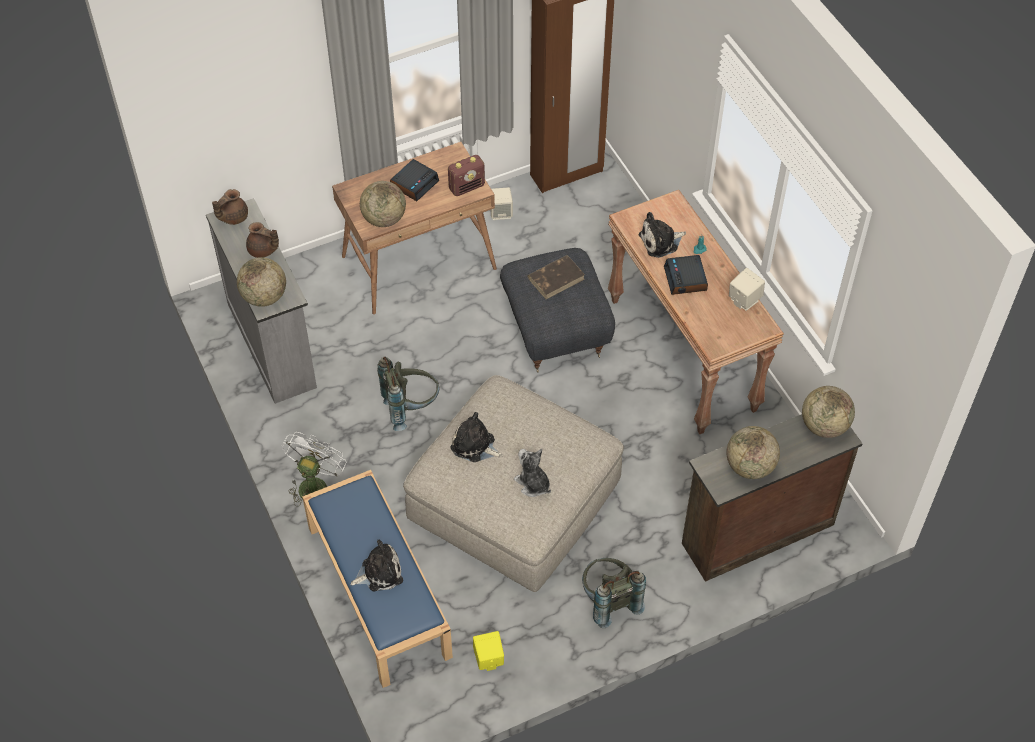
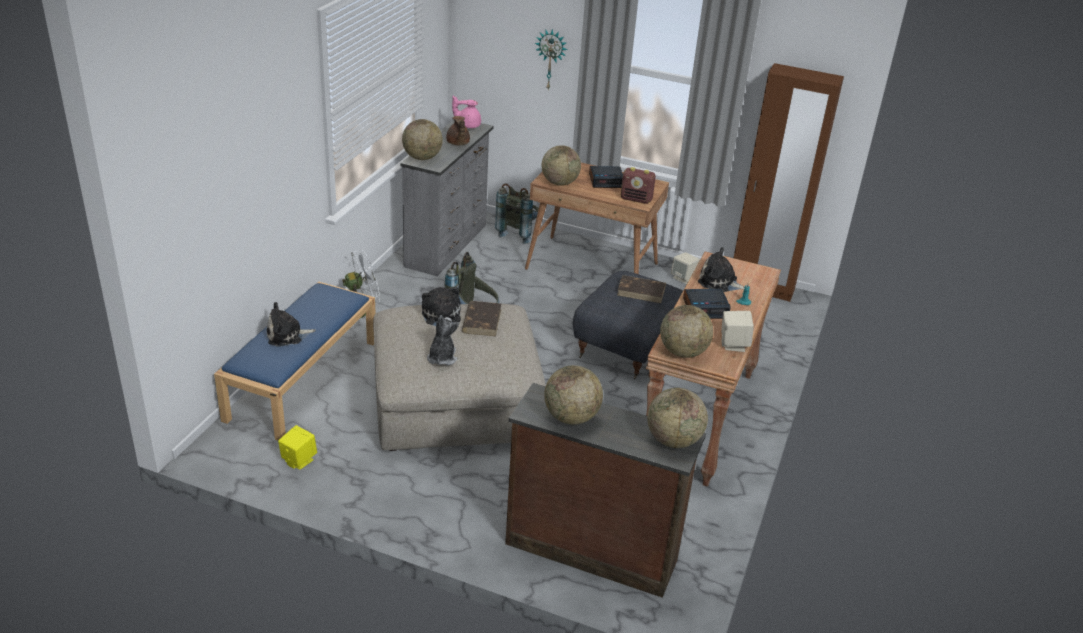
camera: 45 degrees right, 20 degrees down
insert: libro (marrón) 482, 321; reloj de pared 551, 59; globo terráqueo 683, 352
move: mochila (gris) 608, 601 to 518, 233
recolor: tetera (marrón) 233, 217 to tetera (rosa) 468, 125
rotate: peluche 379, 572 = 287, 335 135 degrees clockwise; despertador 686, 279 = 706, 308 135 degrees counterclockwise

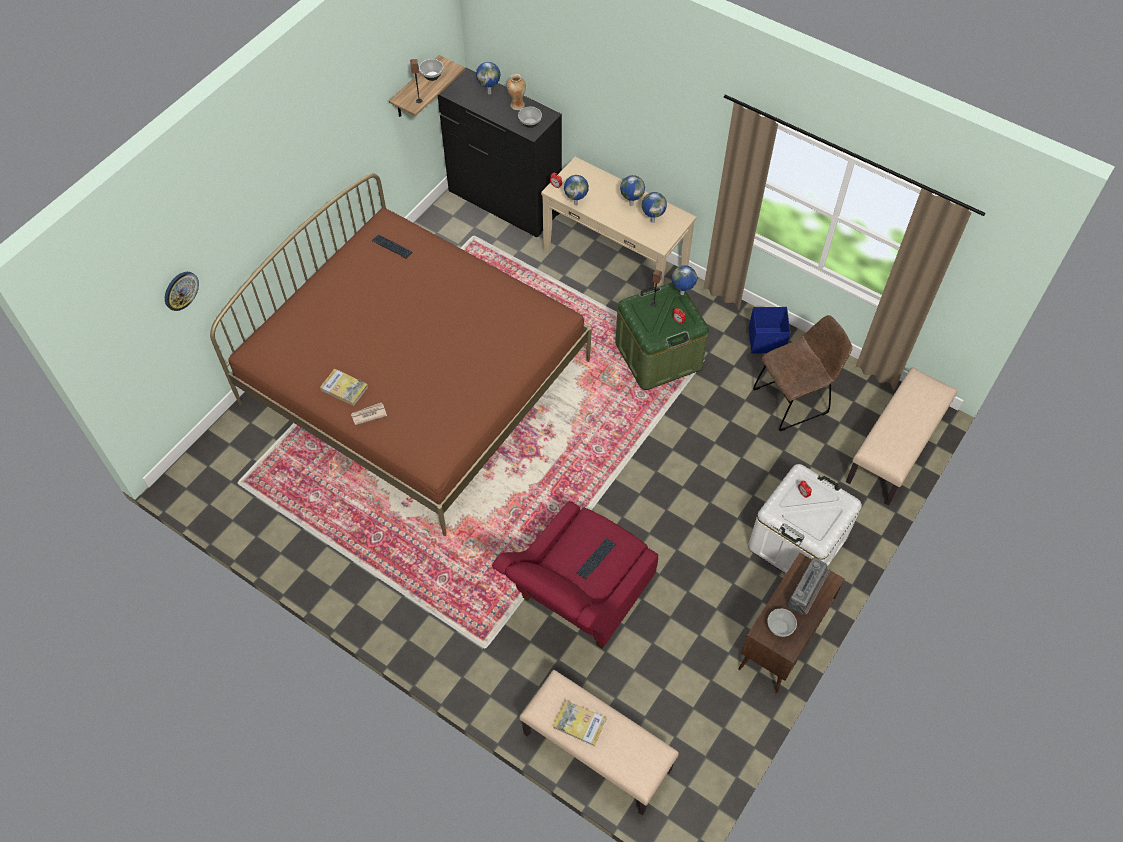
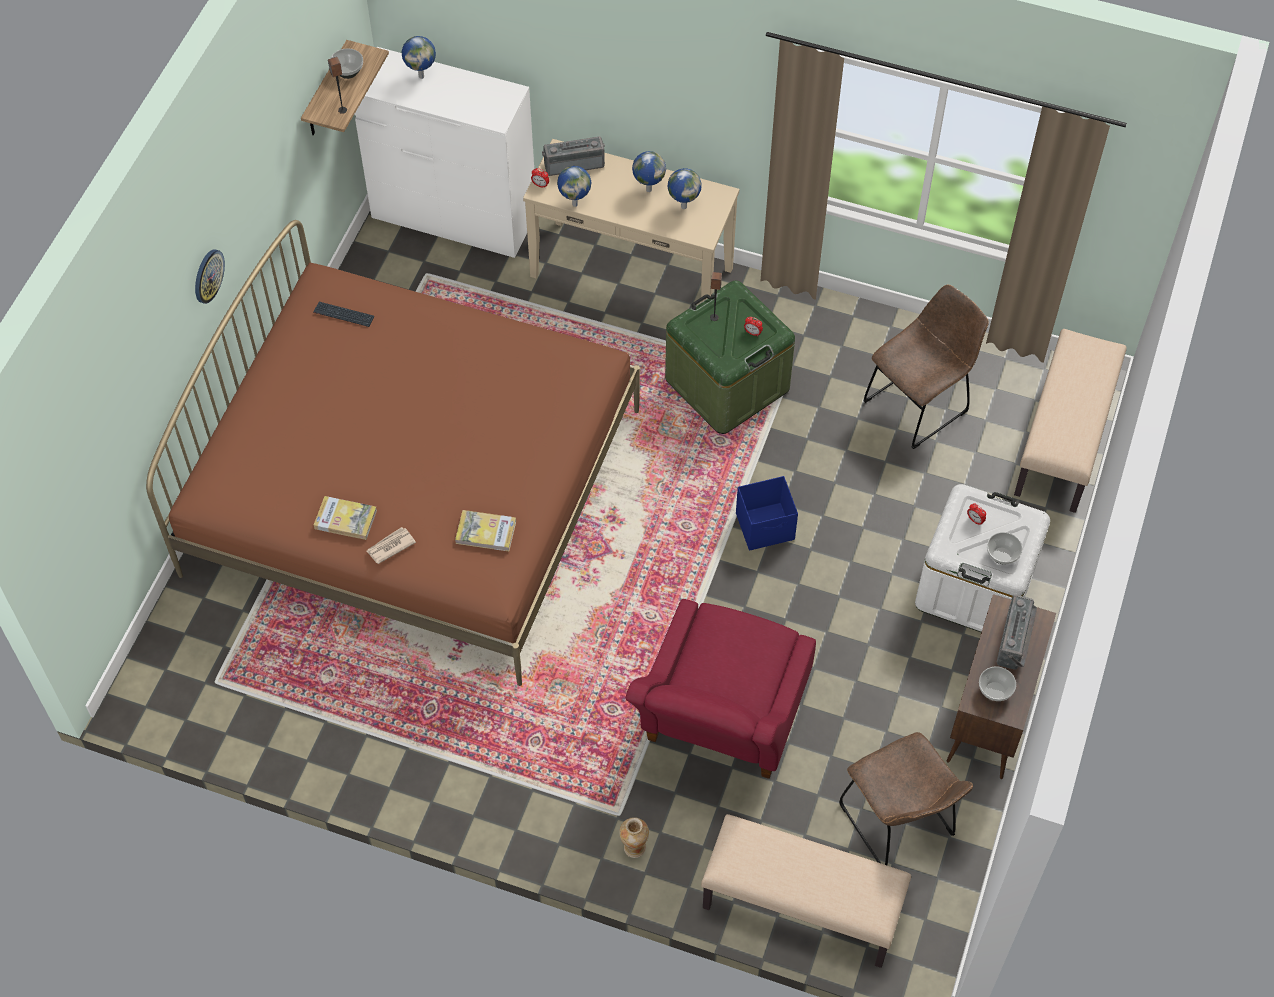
camera: 15 degrees left, 0 degrees up
delete: teclado 596, 559; globo terráqueo 682, 294
insert: radio 574, 163; silla (marrón) 899, 825
move: reloj de pared 180, 290 to 208, 276; libro 579, 724 to 486, 532; florero 517, 105 to 634, 848; caja de almacenaje (azul) 767, 341 to 766, 527; cuenco 529, 123 to 1001, 556
recolor: cómoda (negro) 504, 202 to cómoda (blanco) 454, 217

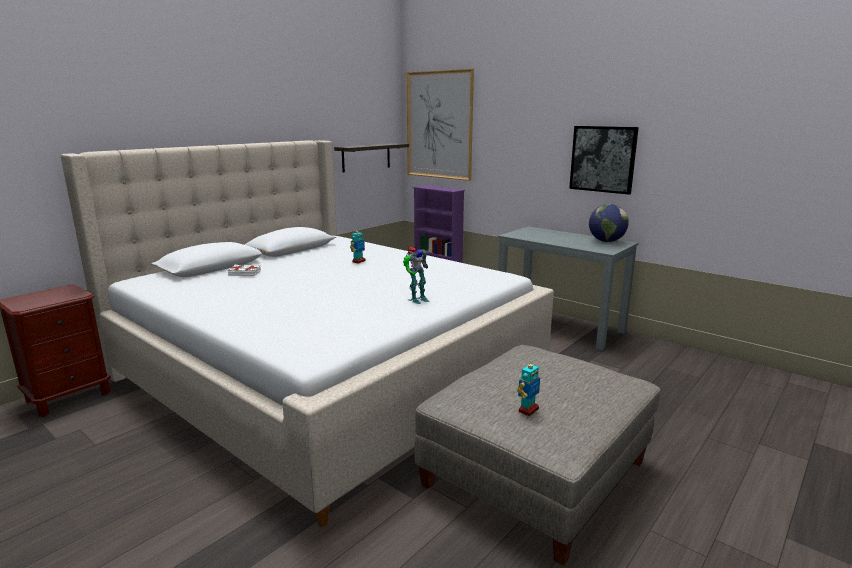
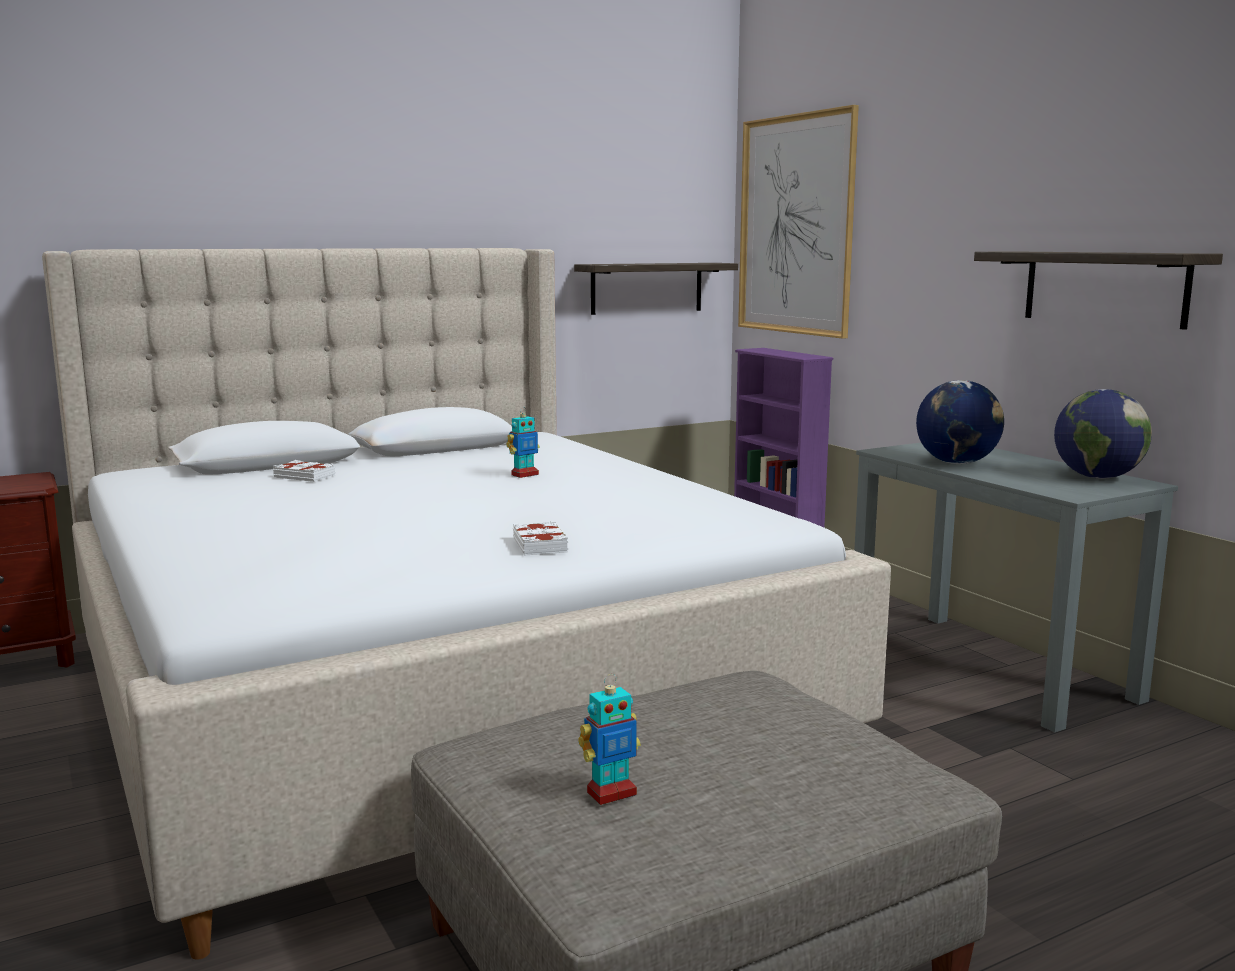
camera: 20 degrees right, 5 degrees down
insert: globo terráqueo 957, 463
replace: robot de juguete 416, 299 to libro (blanco) 541, 545; cuadro 603, 159 to estante 1104, 288

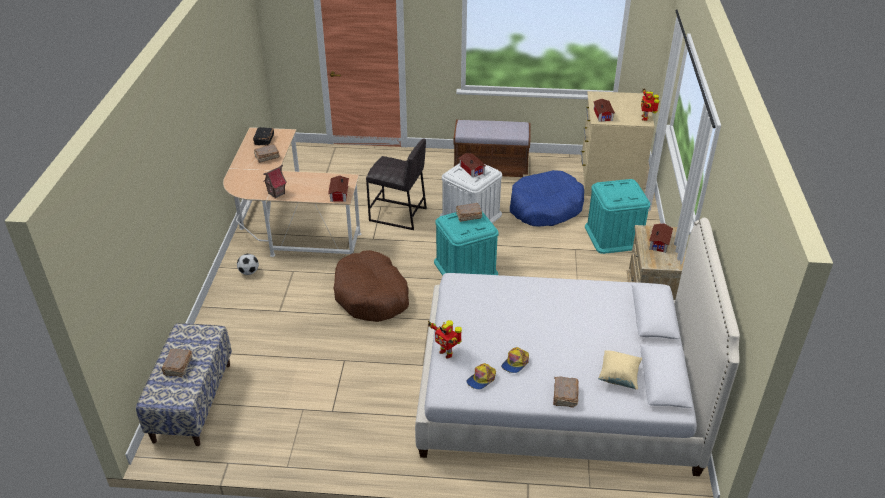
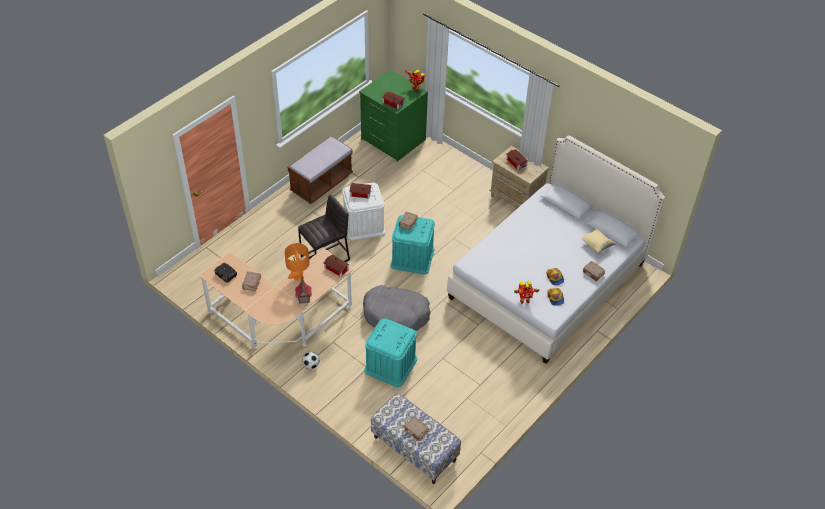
camera: 55 degrees left, 10 degrees up
delete: cama para perro (azul) 545, 208
insert: lámpara de mesa (naranja) 299, 277
move: caja de almacenaje (turquesa) 614, 236 to 390, 365
recolor: cómoda (beis) 609, 179 to cómoda (verde) 392, 140; cama para perro (marrón) 371, 296 to cama para perro (gris) 396, 315

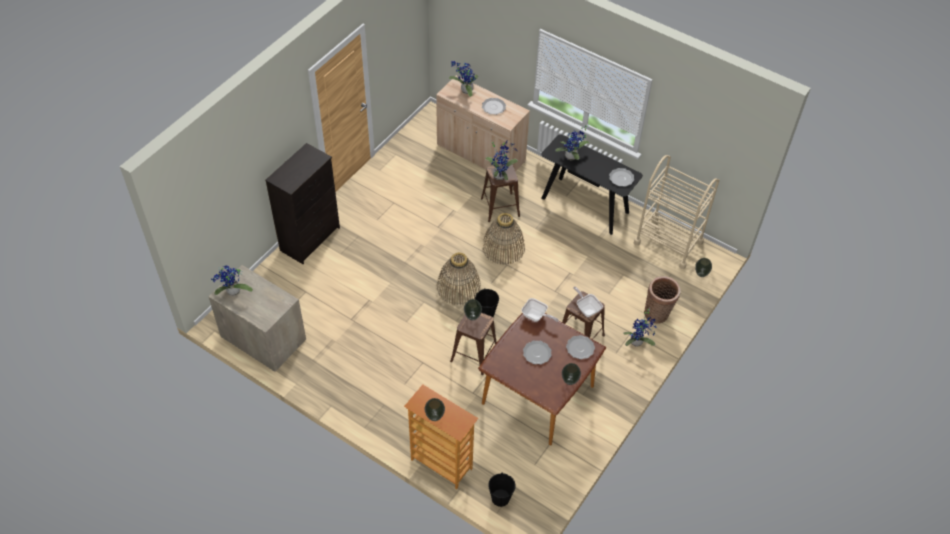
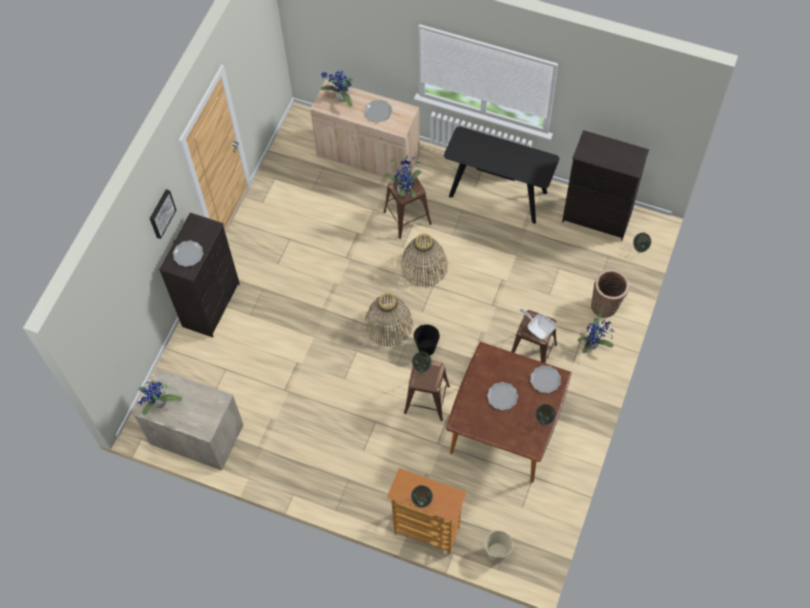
camera: 10 degrees left, 10 degrees up
delete: sartén 536, 316; planta en maceta 572, 157
insert: cuadro 161, 213
move: plato 621, 178 to 188, 254
replace: carrito (beis) 668, 242 to cómoda (negro) 597, 219
recolor: cubo (negro) 500, 498 to cubo (beis) 497, 552

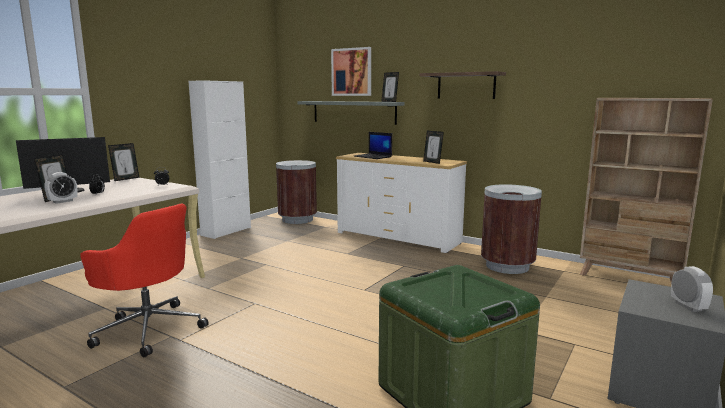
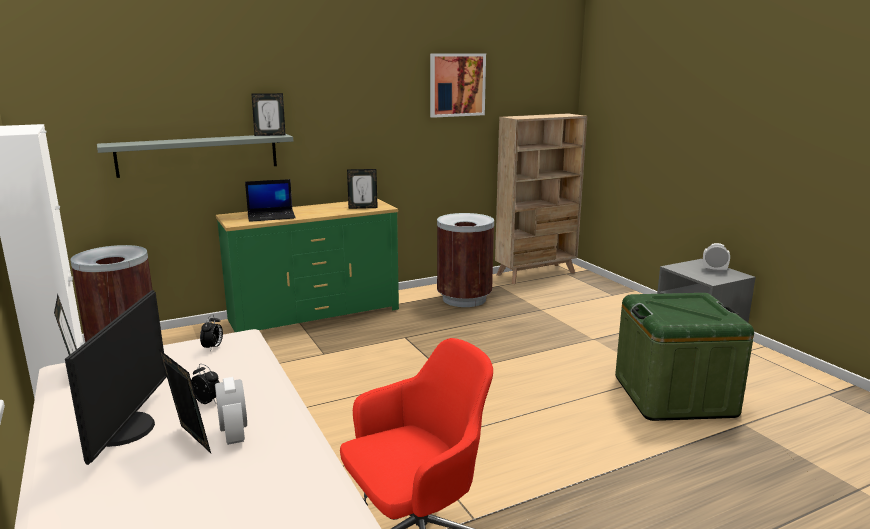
camera: 60 degrees left, 5 degrees up
delete: estante 466, 86
move: cuadro 351, 72 to 457, 85
recolor: cómoda (blanco) 398, 237 to cómoda (verde) 314, 314

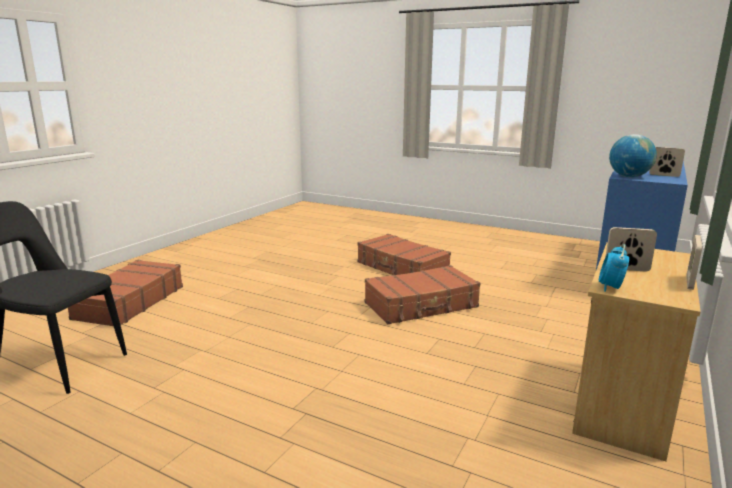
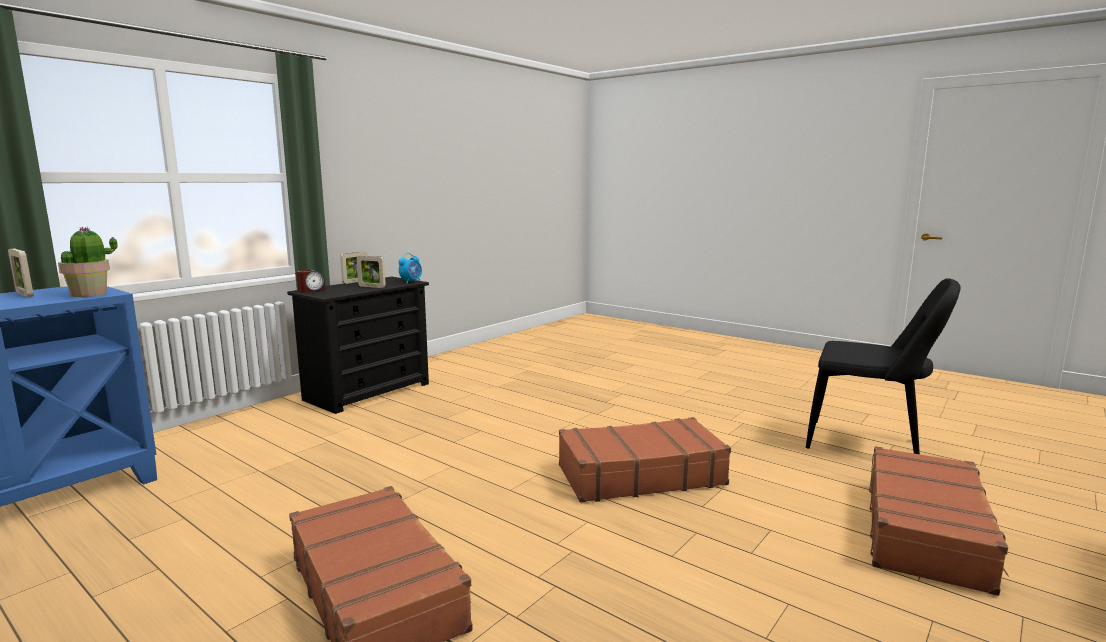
camera: 170 degrees left, 5 degrees down
insert: despertador 311, 290
move: maleta (marrón) 421, 305 to 639, 475
replace: globo terráqueo 629, 176 to planta en maceta 90, 294
recolor: cómoda (beis) 622, 404 to cómoda (negro) 368, 391

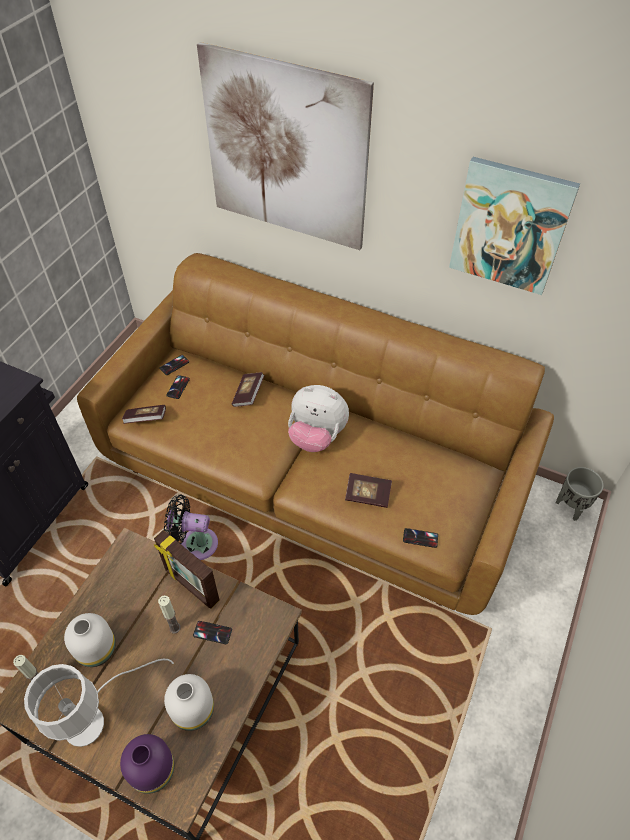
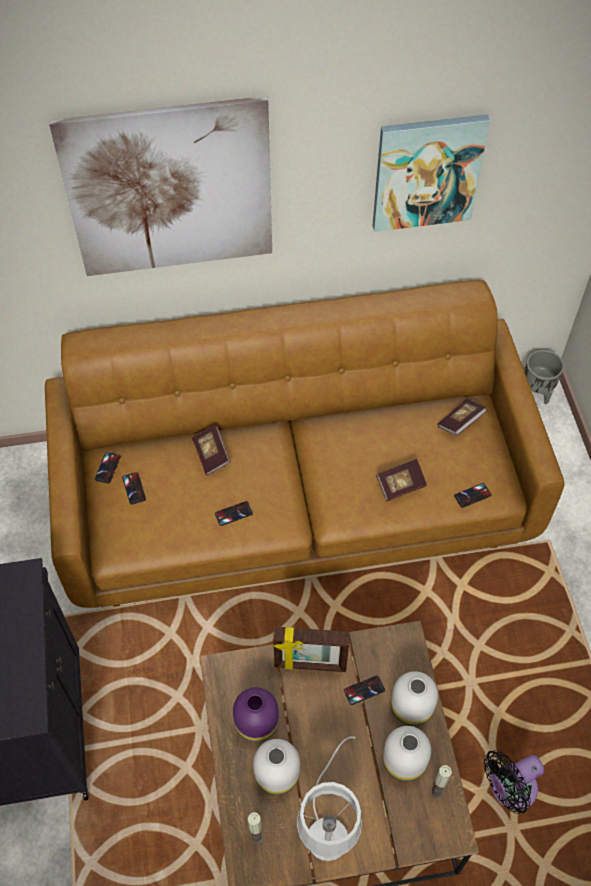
camera: 35 degrees left, 5 degrees up
delete: peluche 316, 436
insert: móvil 233, 513; florero (blanco) 410, 708
move: florero (morado) 151, 770 to 256, 724; vela 174, 628 to 436, 792; libro 146, 419 to 460, 422; ventilador (negro) 195, 543 to 509, 789

